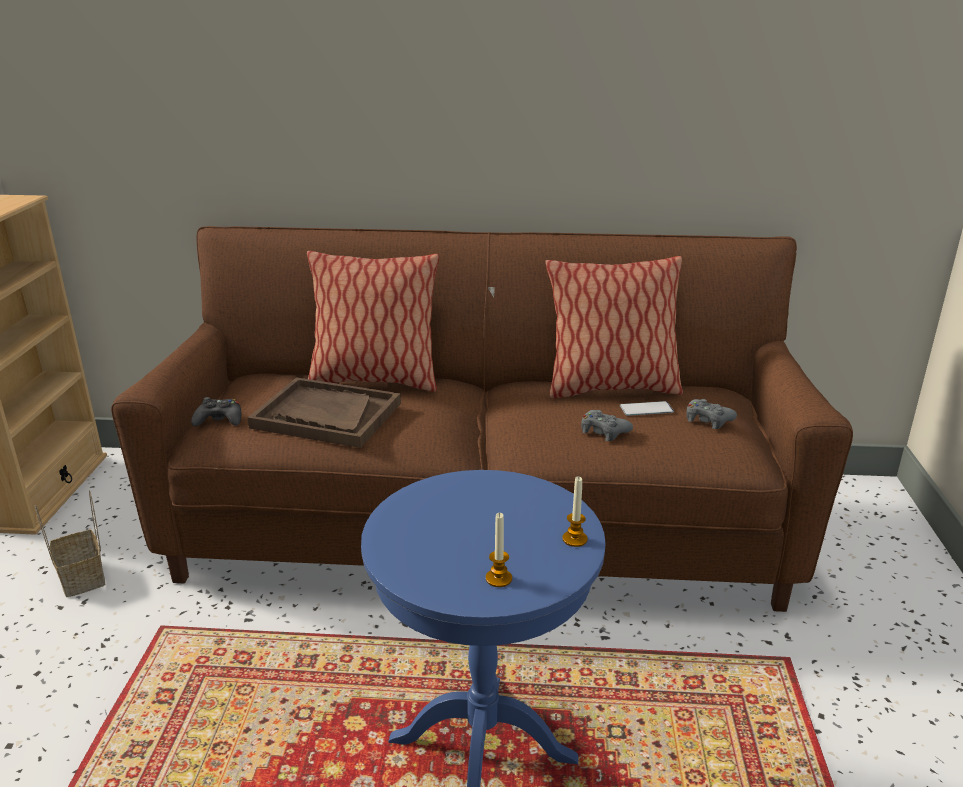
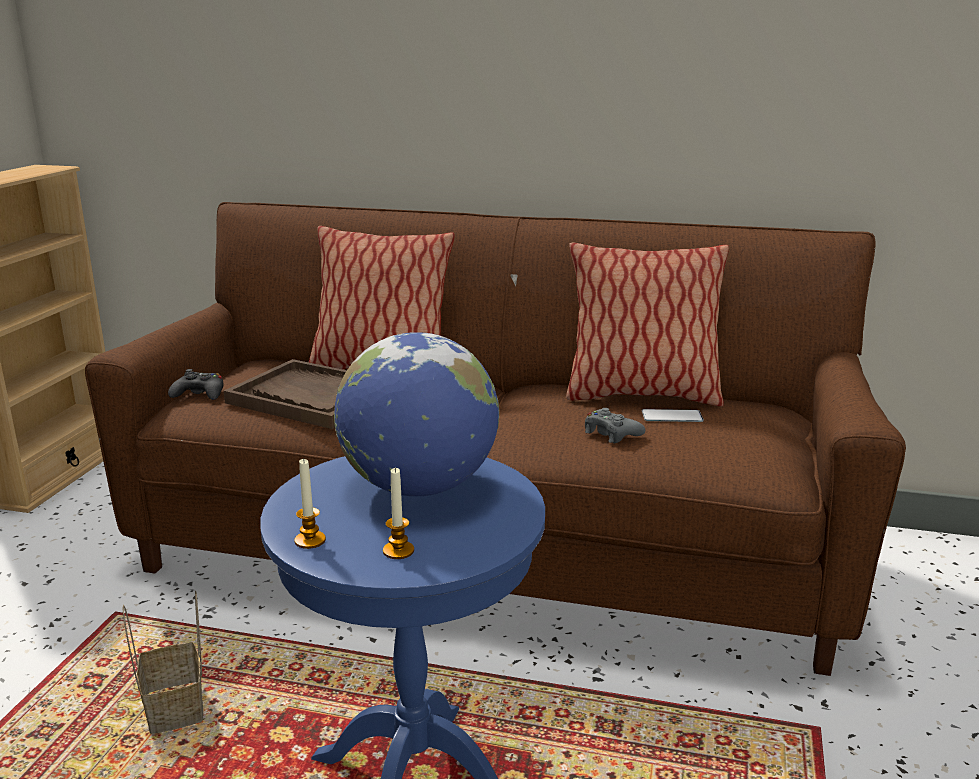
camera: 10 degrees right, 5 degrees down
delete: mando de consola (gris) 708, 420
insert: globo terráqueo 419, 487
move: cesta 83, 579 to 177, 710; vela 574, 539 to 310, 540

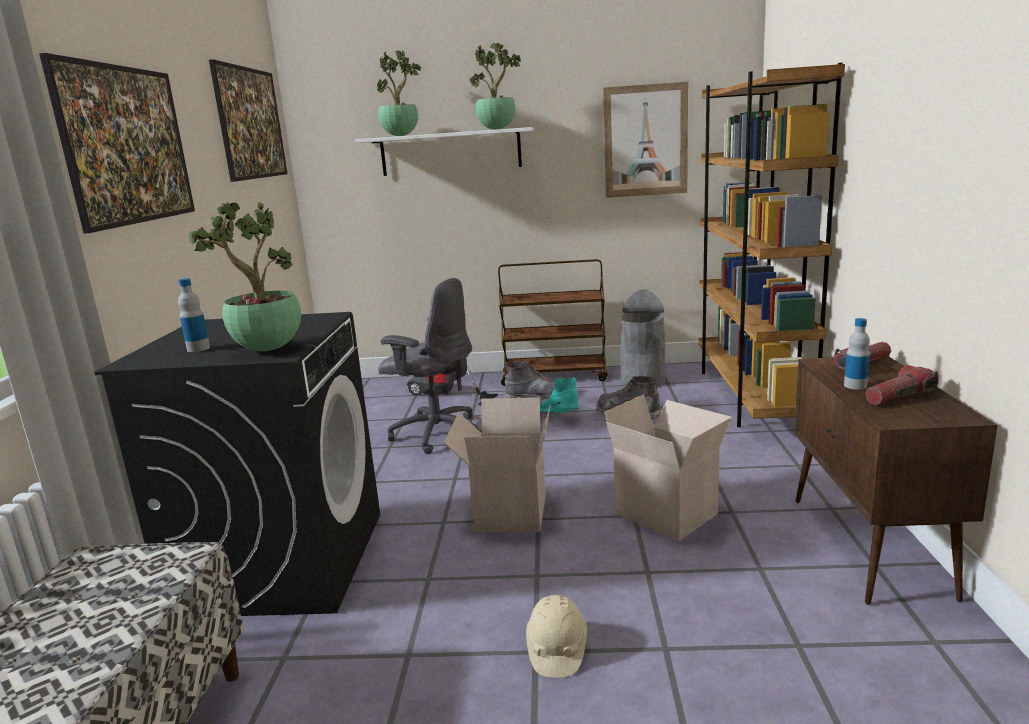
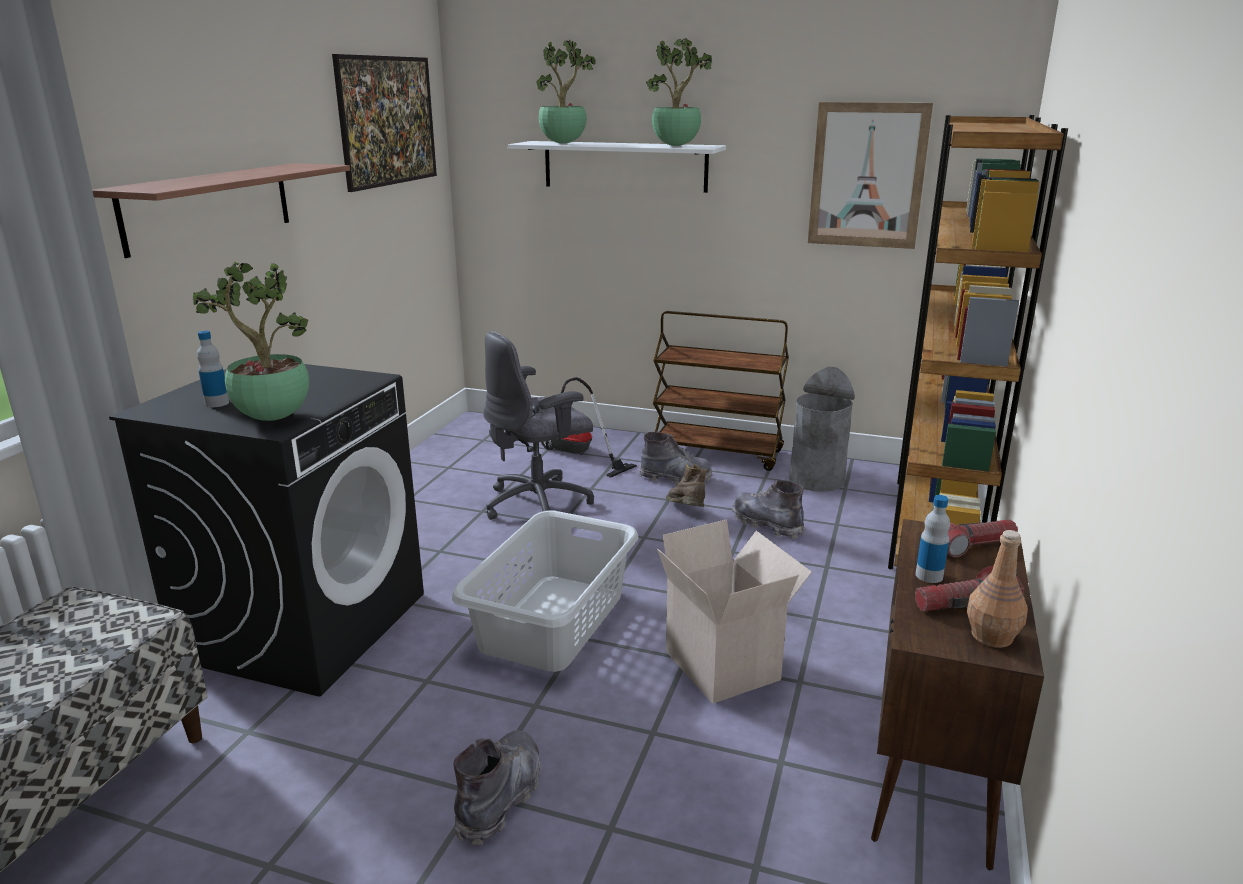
camera: 15 degrees right, 5 degrees up
insert: botella (marrón) 991, 636
replace: cuadro 135, 184 to estante 209, 206; caja de cartón 508, 511 to cesto de la ropa (gris) 554, 621; casco (beis) 556, 649 to bota (gris) 500, 796
recolor: bota (turquesa) 561, 418 to bota (marrón) 687, 512
rotate: silla de oficina (gris) 436, 433 = 539, 503 105 degrees clockwise

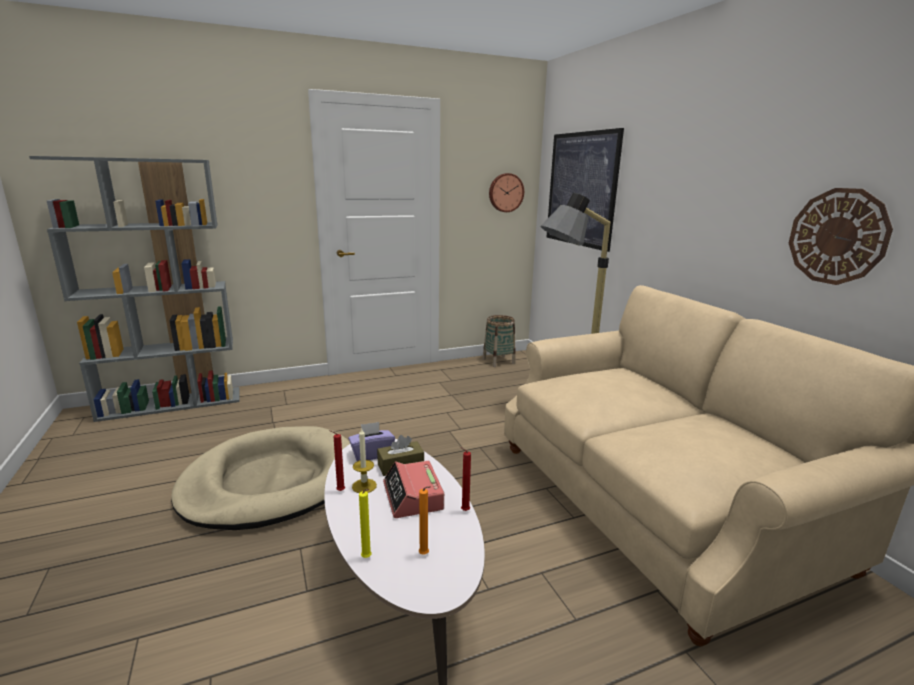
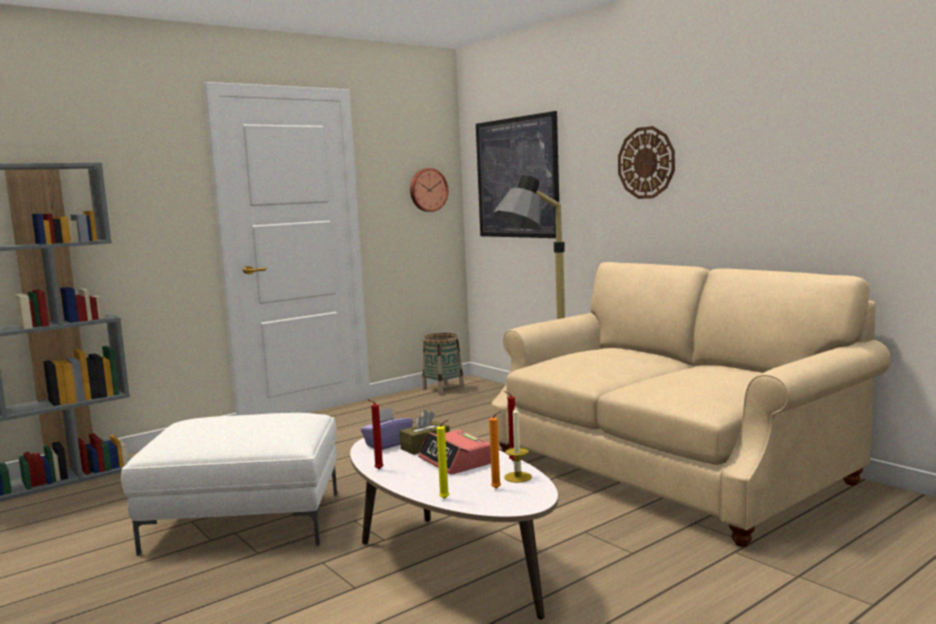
camera: 15 degrees left, 10 degrees down
move: vela 364, 486 to 518, 477; reloj de pared 837, 236 to 646, 163
replace: cama para perro (beis) 270, 481 to puf (blanco) 242, 523

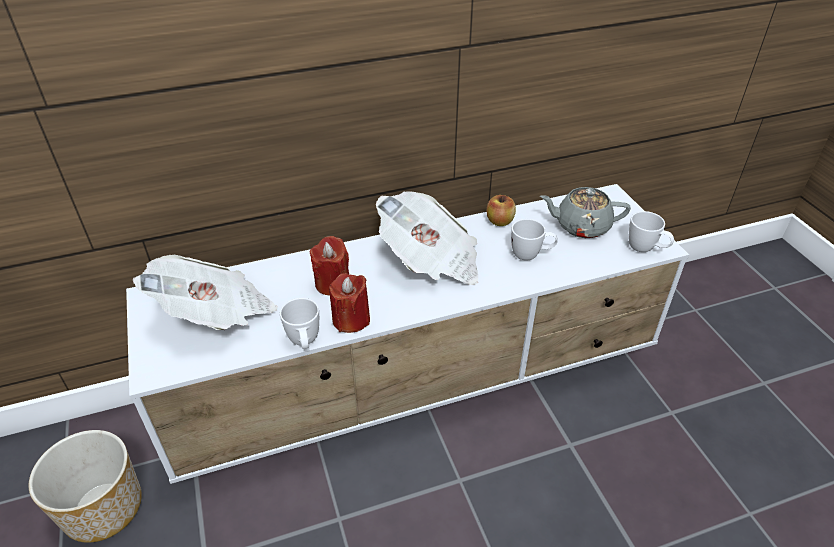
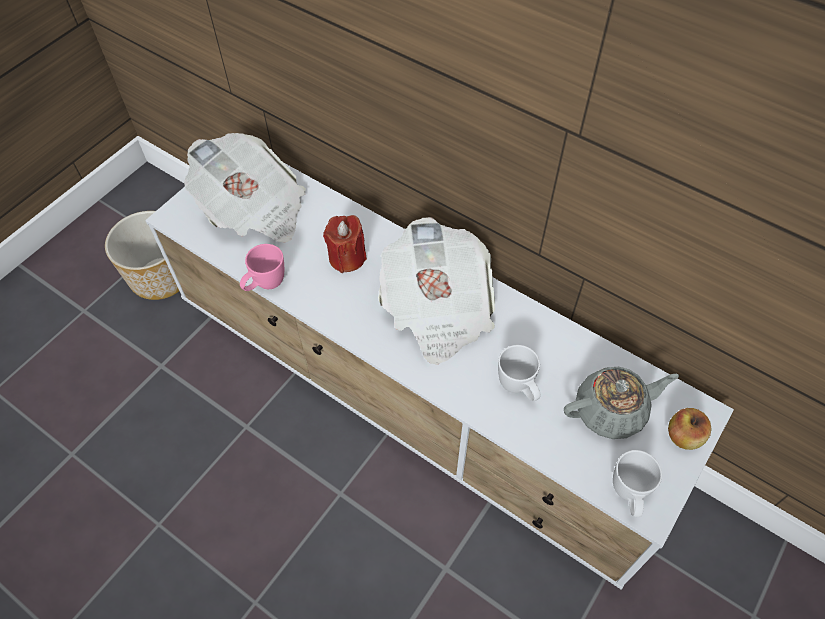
camera: 55 degrees right, 15 degrees up
delete: vela (rojo) 351, 319
move: manzana 499, 221 to 683, 436
recolor: taza grande (blanco) 304, 343 to taza grande (rosa) 265, 285
rotate: tetera (gris) 581, 226 = 611, 410 105 degrees clockwise

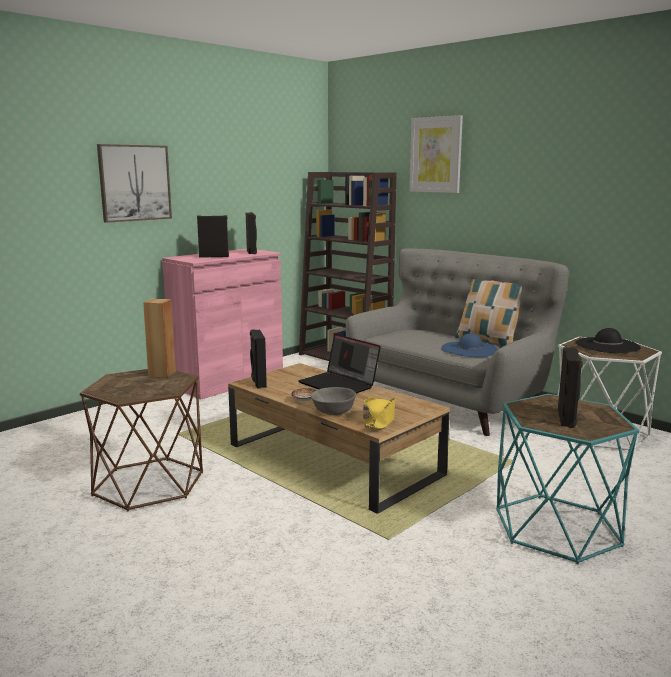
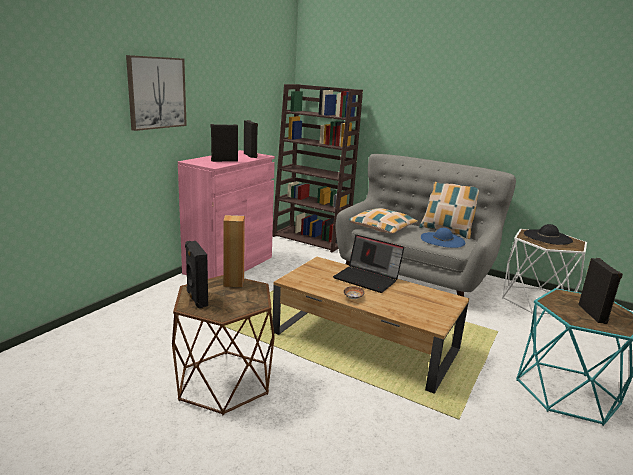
camera: 15 degrees left, 5 degrees up
delete: cuenco (gris) 333, 411; sombrero (amarillo) 379, 420; cuadro 436, 155
insert: cojín 382, 227
move: altavoz (negro) 258, 382 to 196, 299

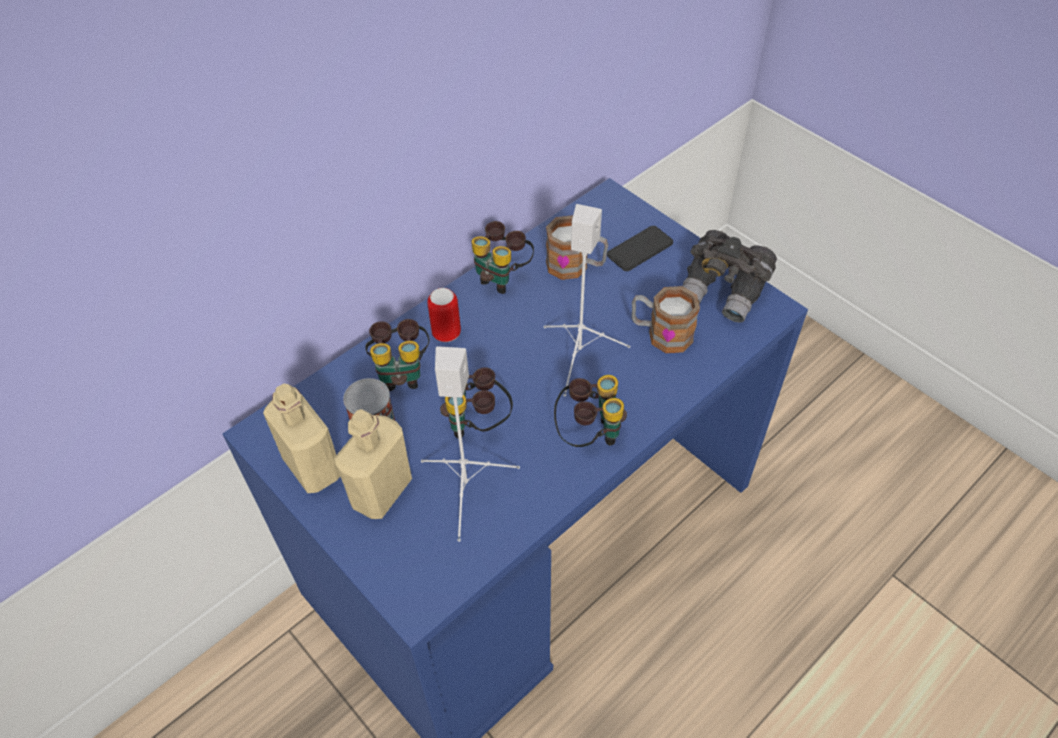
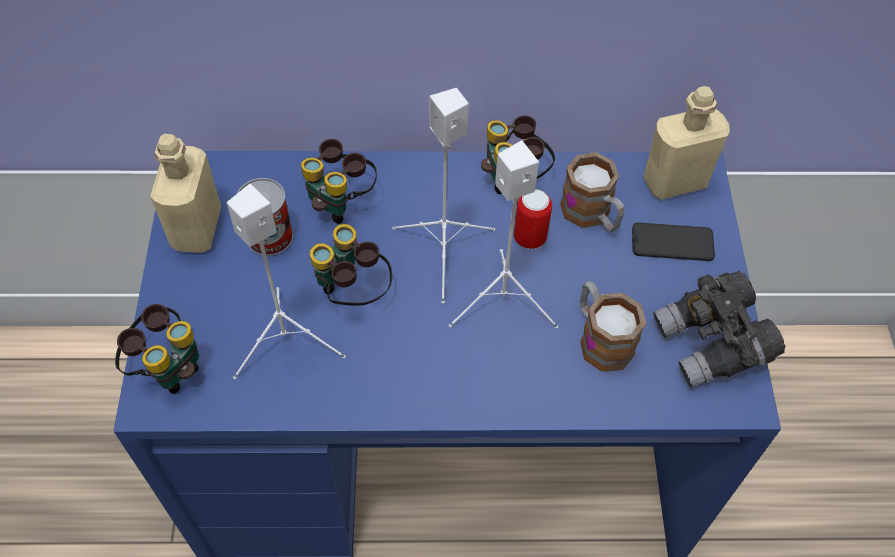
camera: 40 degrees right, 5 degrees up
insert: altavoz (blanco) 444, 253
move: prismáticos 589, 434 to 168, 368; lata 446, 333 to 529, 238; botella (beis) 381, 492 to 674, 182

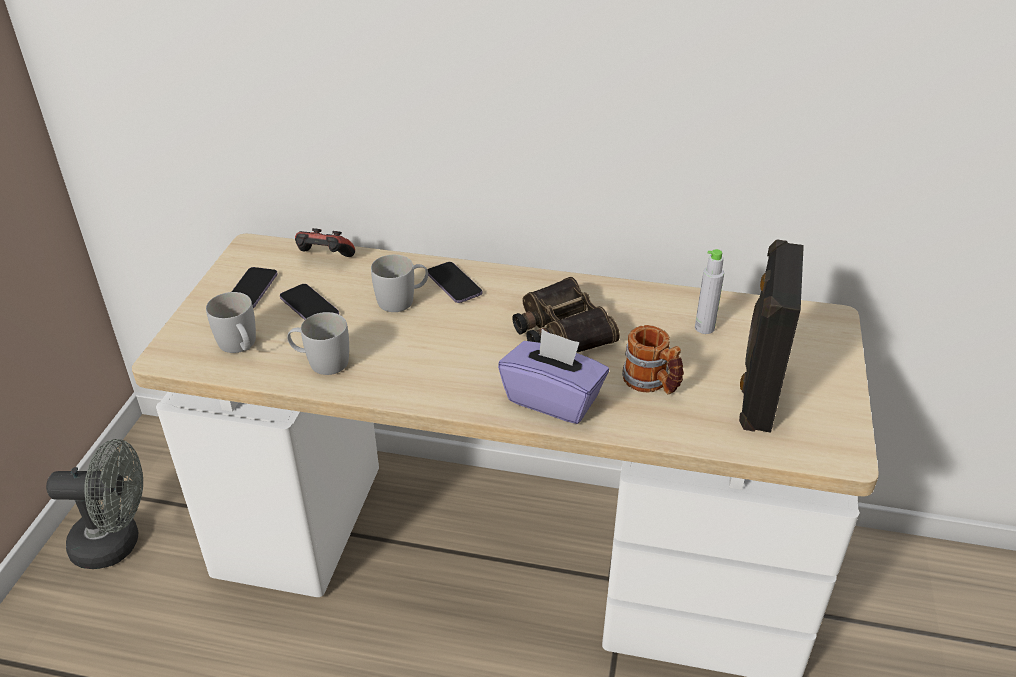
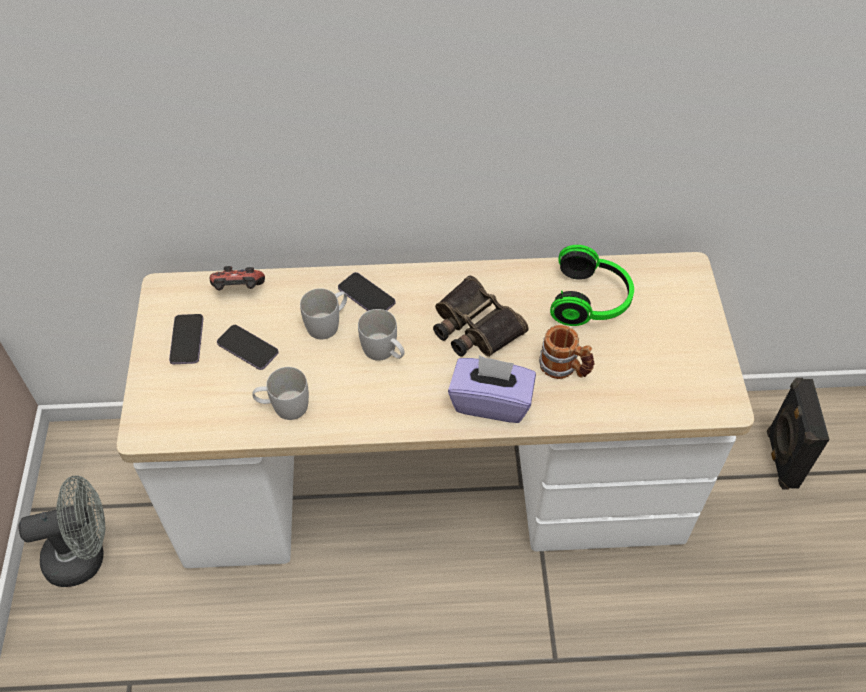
camera: 15 degrees left, 15 degrees up
move: taza grande (blanco) 240, 346 to 384, 352; altavoz (negro) 755, 394 to 780, 459
replace: botella (gris) 704, 328 to auriculares 591, 300

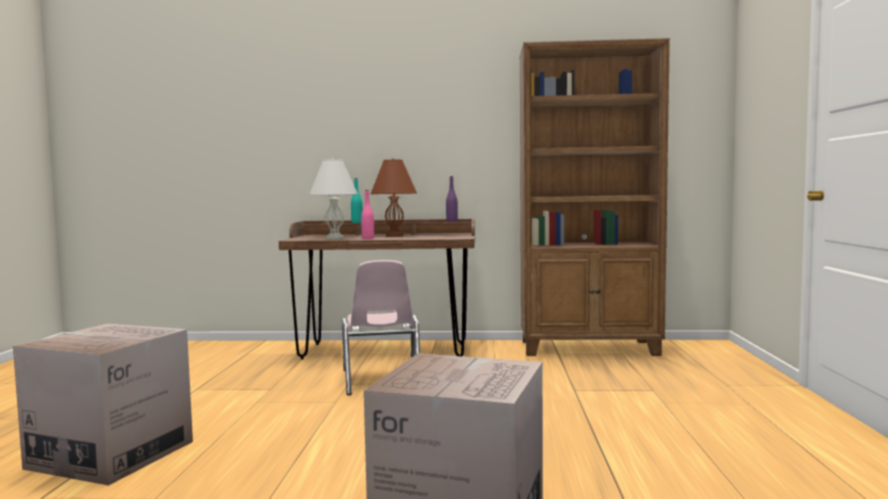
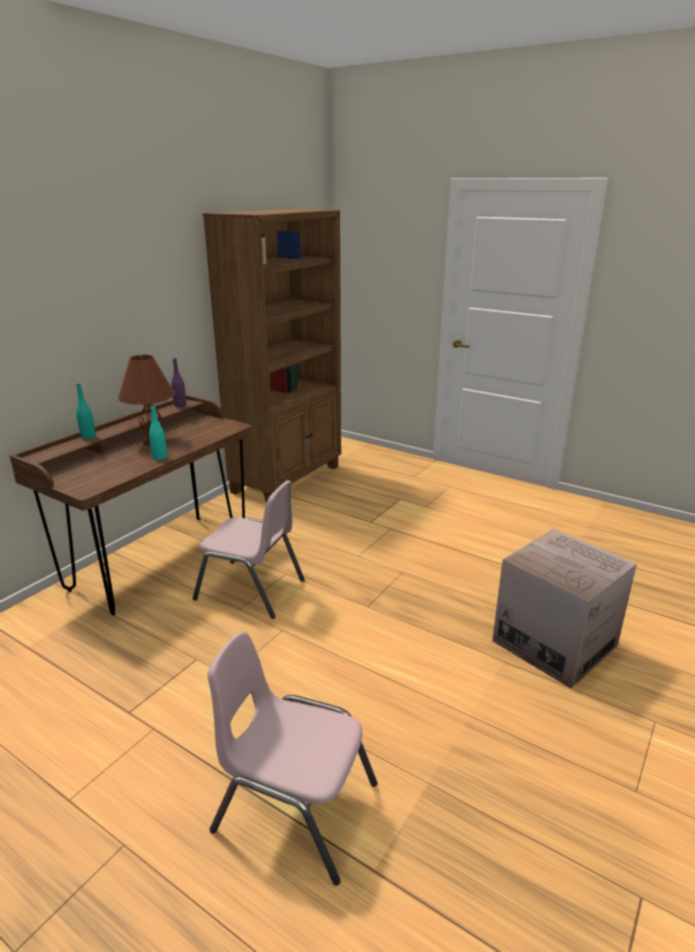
camera: 60 degrees left, 20 degrees up
delete: lámpara de mesa (blanco) 335, 238
replace: caja de cartón 111, 454 to silla (rosa) 295, 807
recolor: botella (rosa) 368, 238 to botella (turquesa) 160, 457

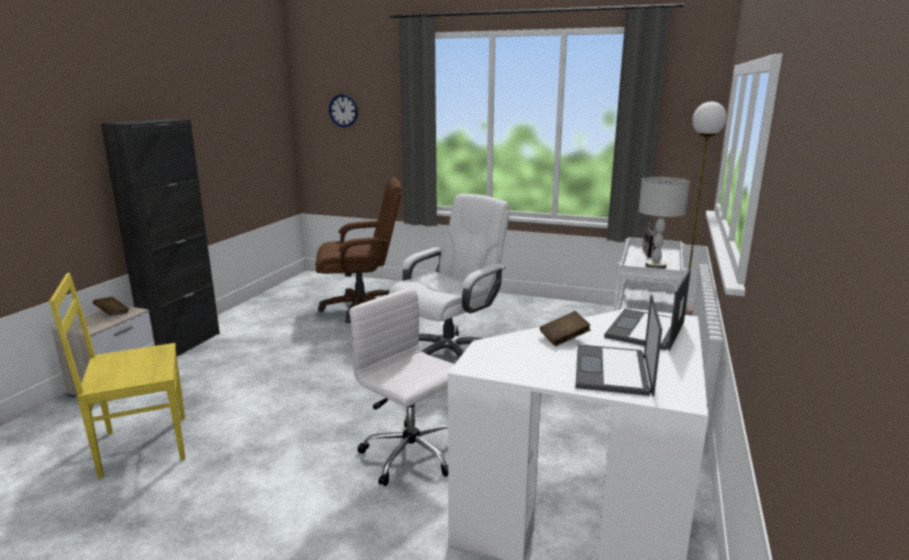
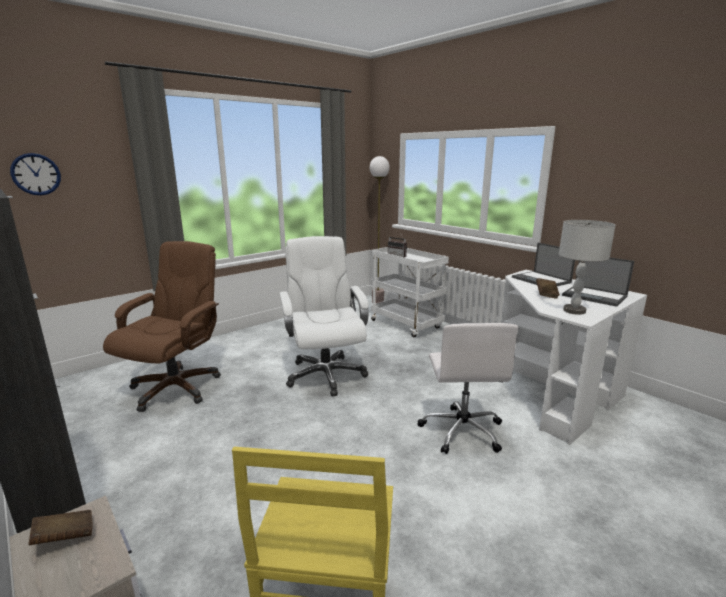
camera: 60 degrees left, 0 degrees up
move: lámpara de mesa (gris) 655, 266 to 574, 311
rotate: silla de oficina (blanco) 412, 455 = 462, 430 75 degrees counterclockwise

